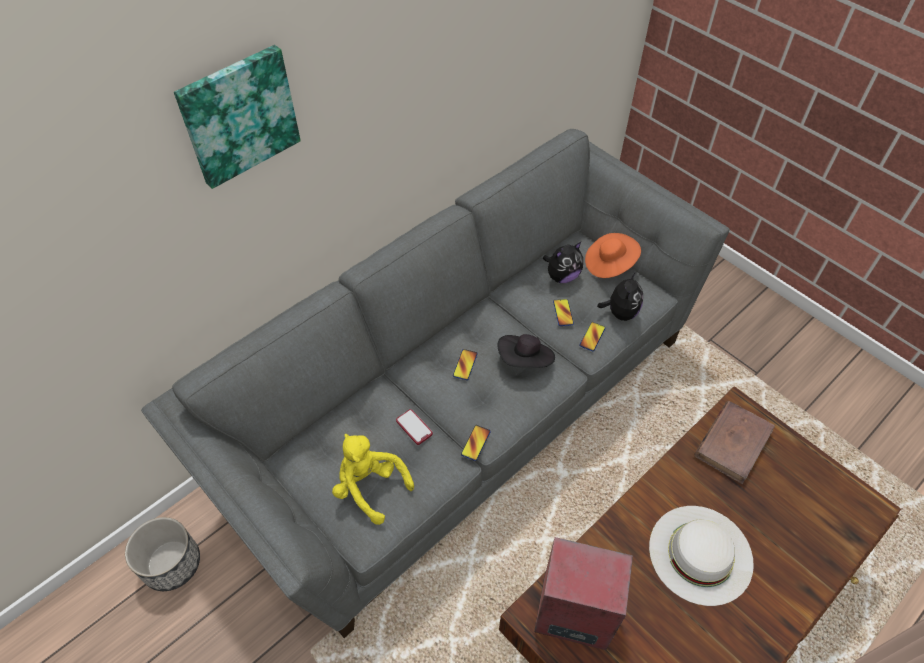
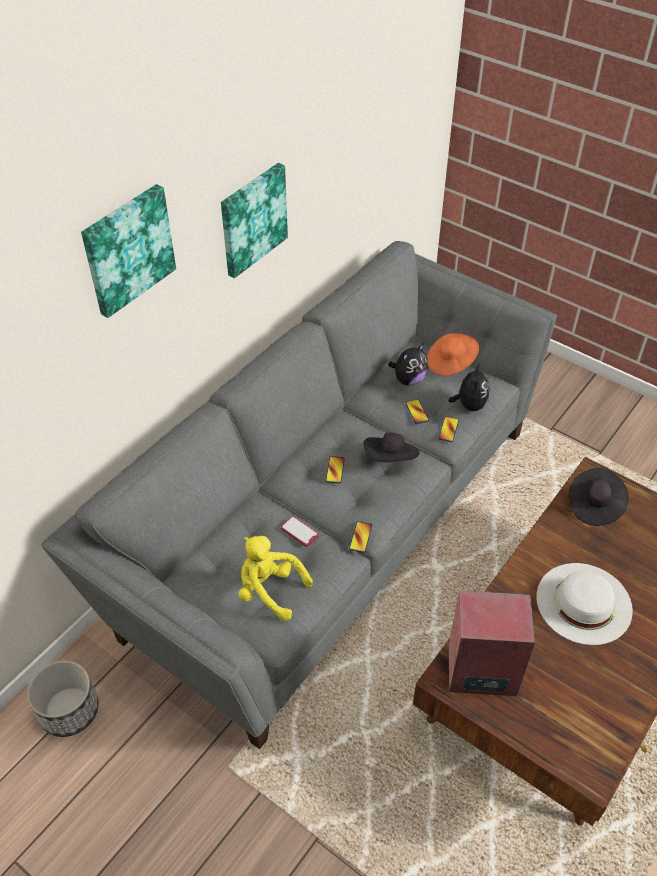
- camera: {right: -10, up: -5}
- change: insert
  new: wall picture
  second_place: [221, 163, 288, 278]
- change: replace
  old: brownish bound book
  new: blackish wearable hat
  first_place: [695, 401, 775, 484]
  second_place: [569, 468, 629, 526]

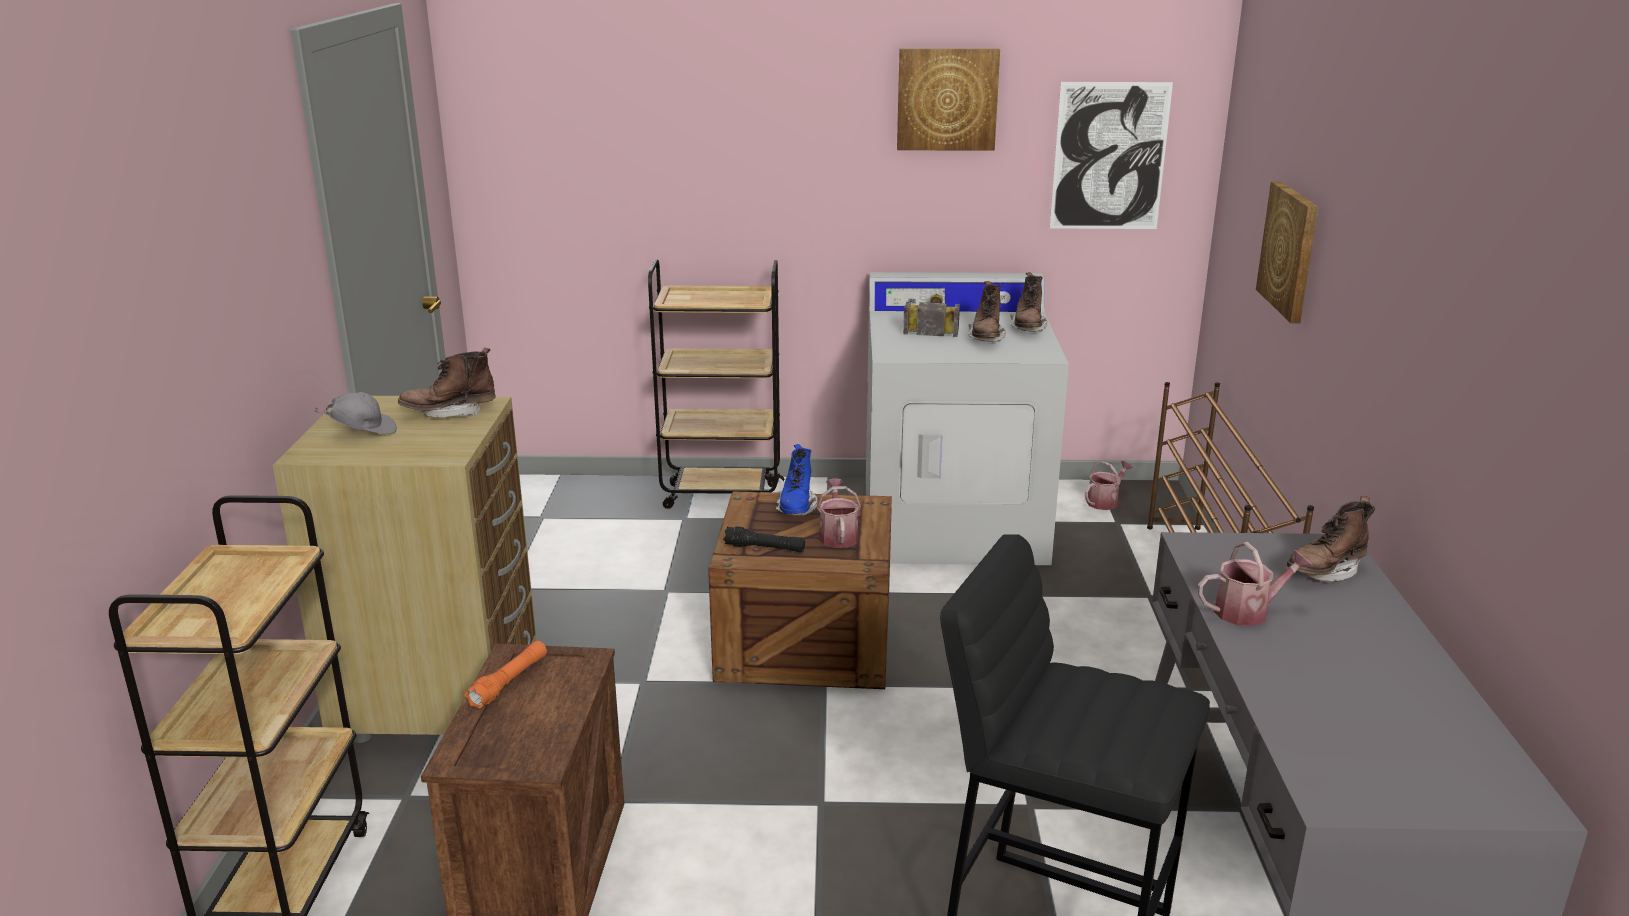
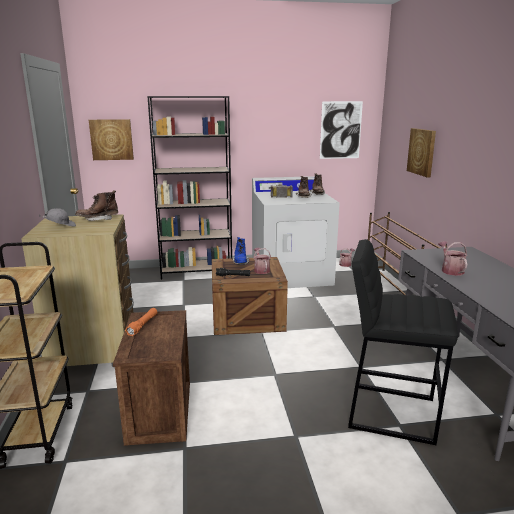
- camera: {right: -10, up: -5}
- change: delete
  old: brownish tall boot
  first_place: [1287, 496, 1375, 582]
- change: move
  old: wall picture
  first_place: [897, 49, 1000, 151]
  second_place: [89, 119, 134, 160]
- change: replace
  old: brownish wheeled cart
  new: beige-coloured bookcase
  first_place: [648, 260, 784, 509]
  second_place: [147, 96, 232, 280]
- change: rotate
  old: watering pot
  first_place: [1197, 542, 1313, 626]
  second_place: [439, 241, 467, 276]
  degrees: -75

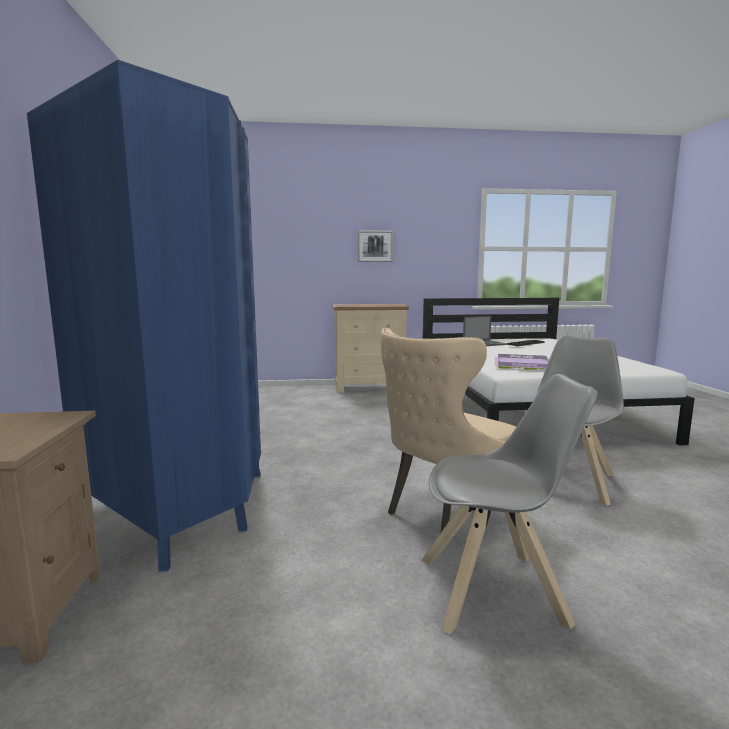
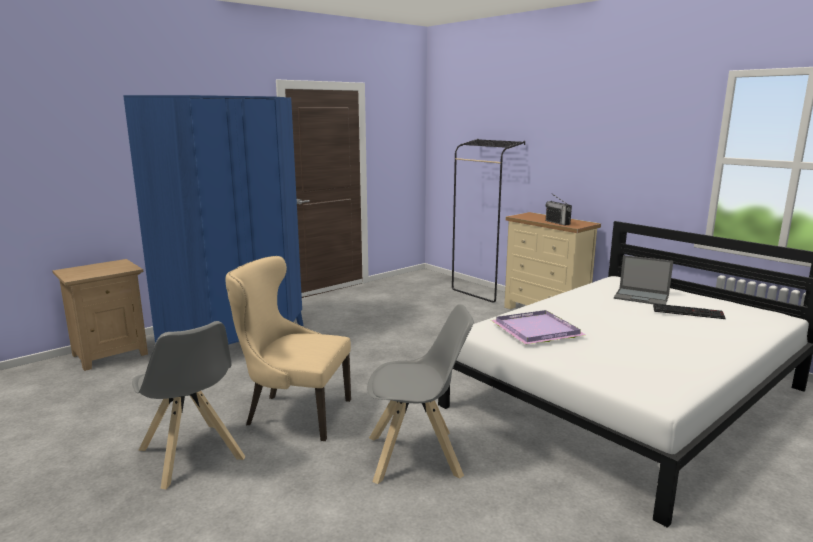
- camera: {right: 55, up: 5}
- change: delete
  old: wall picture
  first_place: [358, 230, 393, 262]
- change: insert
  new: blackish garment stand
  second_place: [452, 139, 525, 302]
- change: insert
  new: radio set
  second_place: [546, 193, 572, 226]

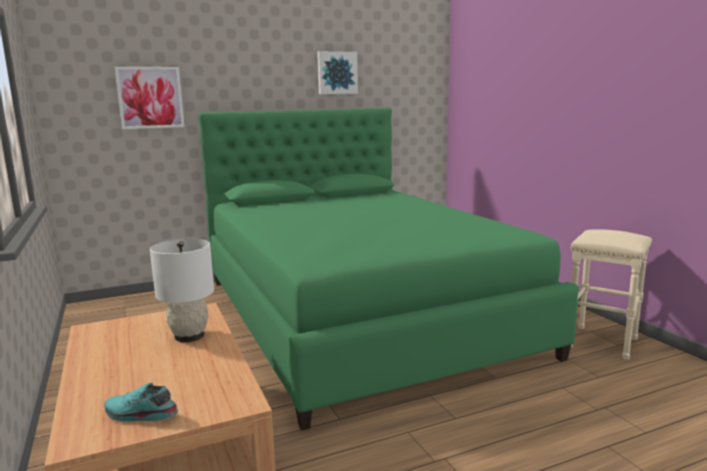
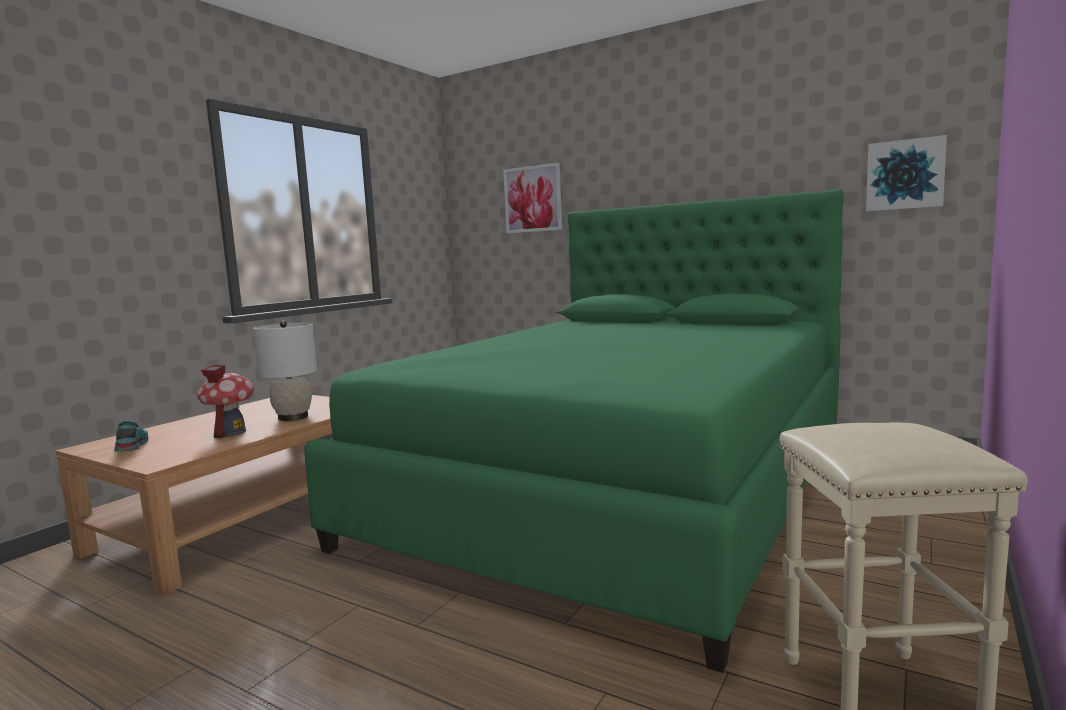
- camera: {right: 55, up: -5}
- change: insert
  new: model house
  second_place: [197, 365, 254, 438]
- change: move
  old: wall picture
  first_place: [317, 51, 358, 94]
  second_place: [866, 135, 947, 212]

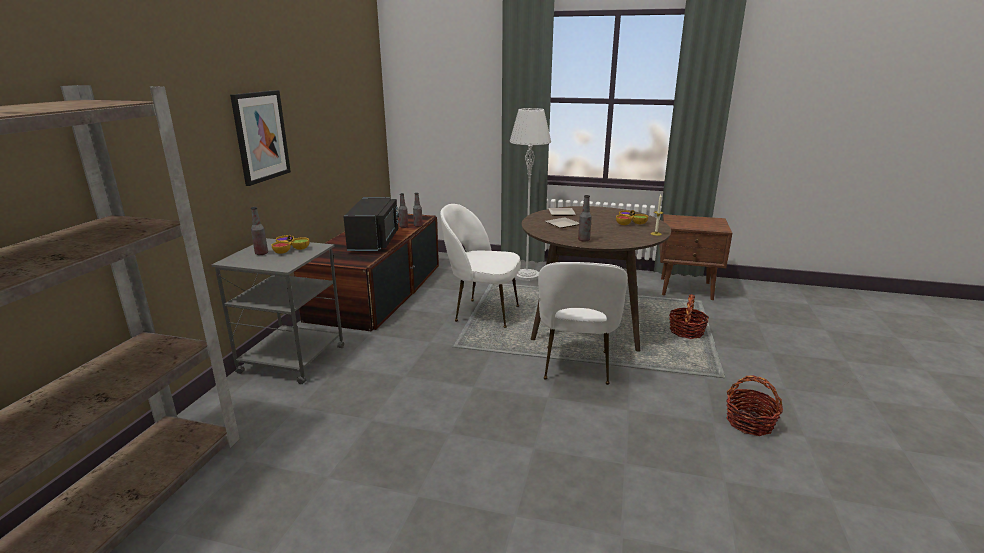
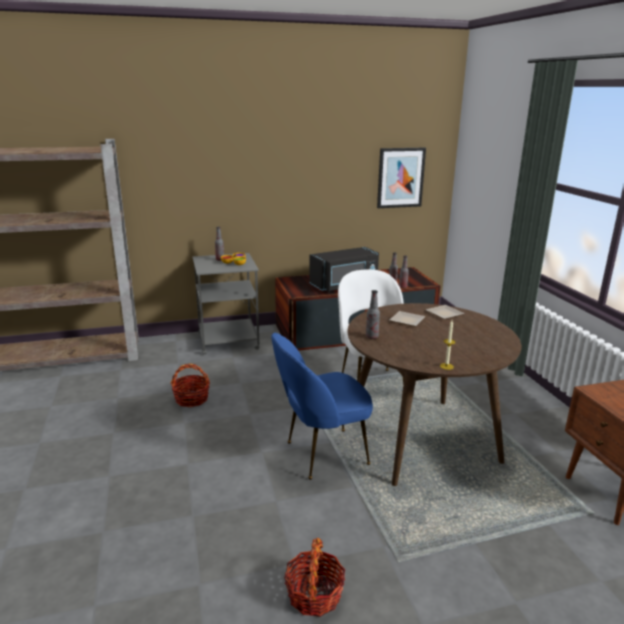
- camera: {right: 60, up: 0}
- change: delete
  old: greyish standard lamp
  first_place: [510, 108, 551, 281]
- change: delete
  old: deep dish
  first_place: [616, 210, 648, 225]
- change: move
  old: wall picture
  first_place: [230, 90, 291, 186]
  second_place: [377, 148, 426, 208]
- change: move
  old: household basket
  first_place: [669, 295, 709, 339]
  second_place: [170, 364, 210, 407]
- change: recolor
  old: white plain chair
  new: blue-coloured plain chair
  first_place: [538, 262, 628, 385]
  second_place: [271, 333, 373, 480]

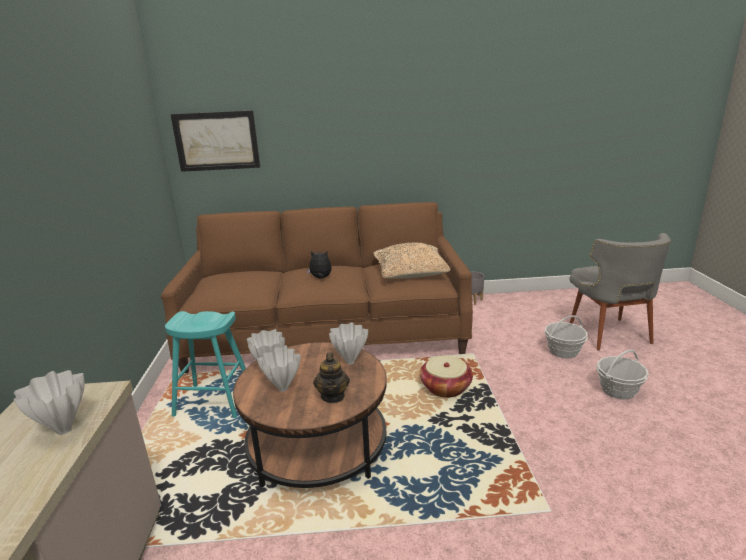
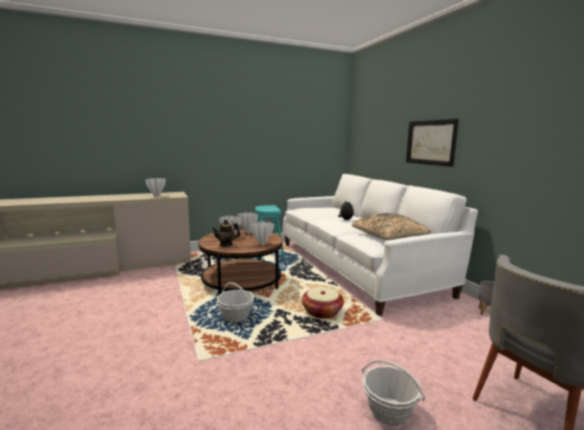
- camera: {right: 70, up: -10}
- change: move
  old: wall picture
  first_place: [170, 110, 260, 172]
  second_place: [406, 119, 459, 167]
- change: move
  old: household basket
  first_place: [545, 315, 588, 358]
  second_place: [217, 282, 254, 322]
- change: recolor
  old: brownish sofa
  new: white sofa
  first_place: [161, 202, 473, 373]
  second_place: [282, 174, 478, 316]

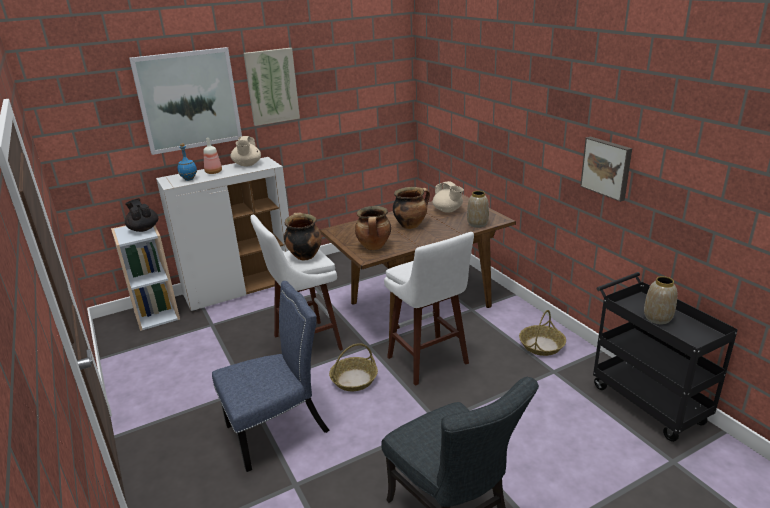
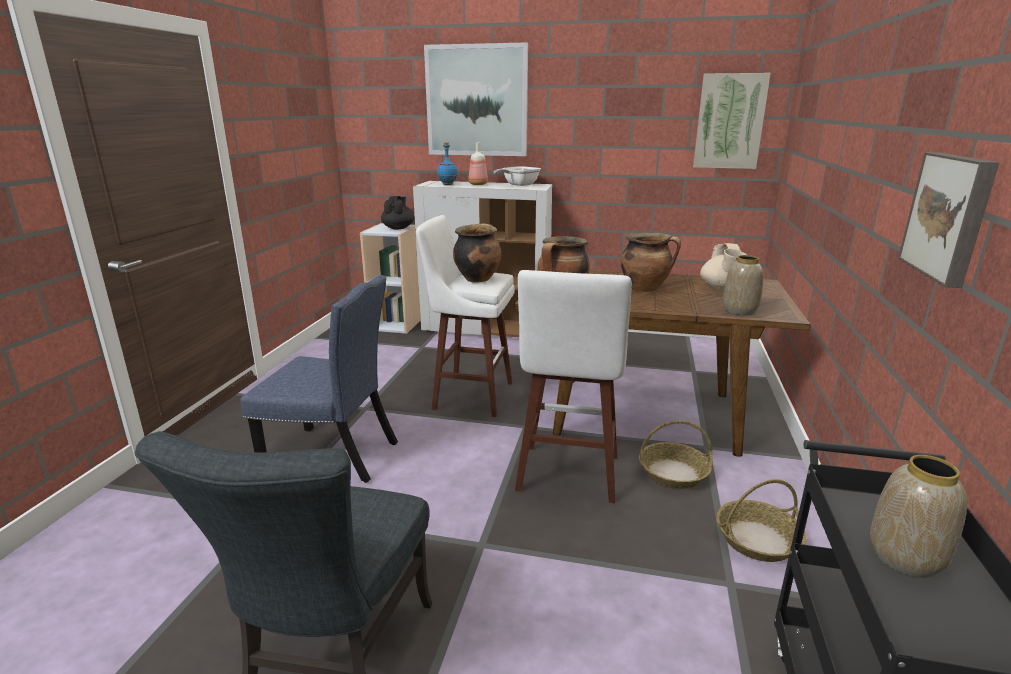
- camera: {right: 40, up: -5}
- change: move
  old: wall picture
  first_place: [243, 48, 300, 126]
  second_place: [693, 73, 771, 169]
- change: move
  old: household basket
  first_place: [329, 343, 378, 391]
  second_place: [639, 420, 713, 489]
- change: replace
  old: beige-coloured tea pot
  new: pan
  first_place: [231, 136, 261, 167]
  second_place: [493, 166, 541, 186]

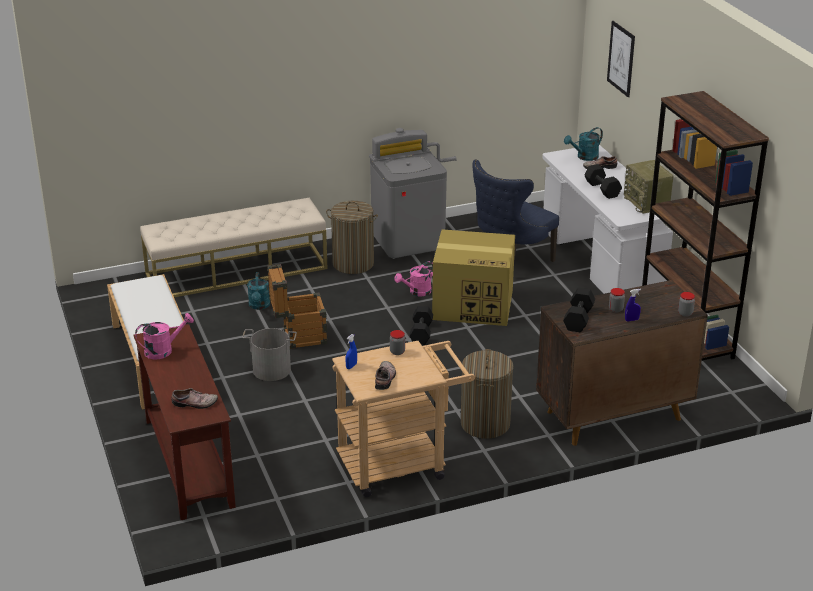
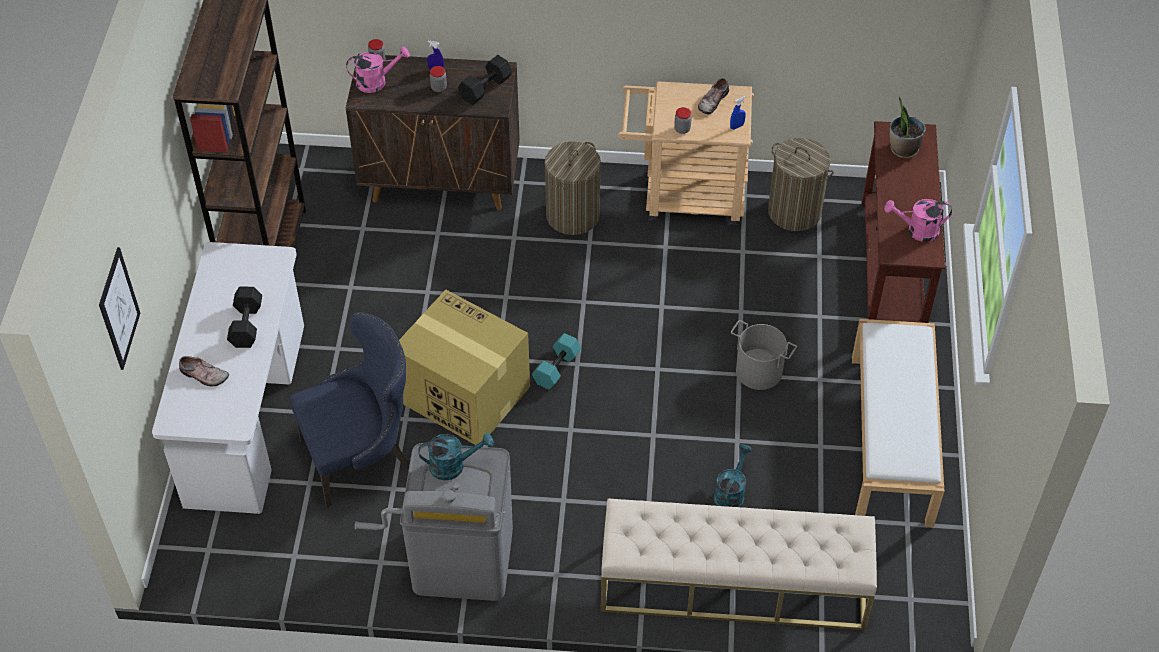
- camera: {right: -155, up: 20}
- change: delete
  old: packing crate
  first_place: [267, 264, 328, 349]
- change: delete
  old: radio set
  first_place: [624, 160, 674, 214]
- change: move
  old: laundry basket
  first_place: [326, 201, 378, 274]
  second_place: [768, 138, 834, 231]
- change: move
  old: pinkish watering pot
  first_place: [394, 261, 433, 296]
  second_place: [346, 46, 410, 93]
- change: move
  old: turquoise-coloured watering pot
  first_place: [564, 127, 603, 161]
  second_place: [418, 433, 494, 480]
- change: replace
  old: low shoe
  new: potted plant
  first_place: [171, 388, 218, 409]
  second_place: [890, 97, 926, 158]
- change: recolor
  old: blackish hand weight
  new: turquoise-coloured hand weight
  first_place: [409, 306, 433, 345]
  second_place: [532, 333, 581, 390]

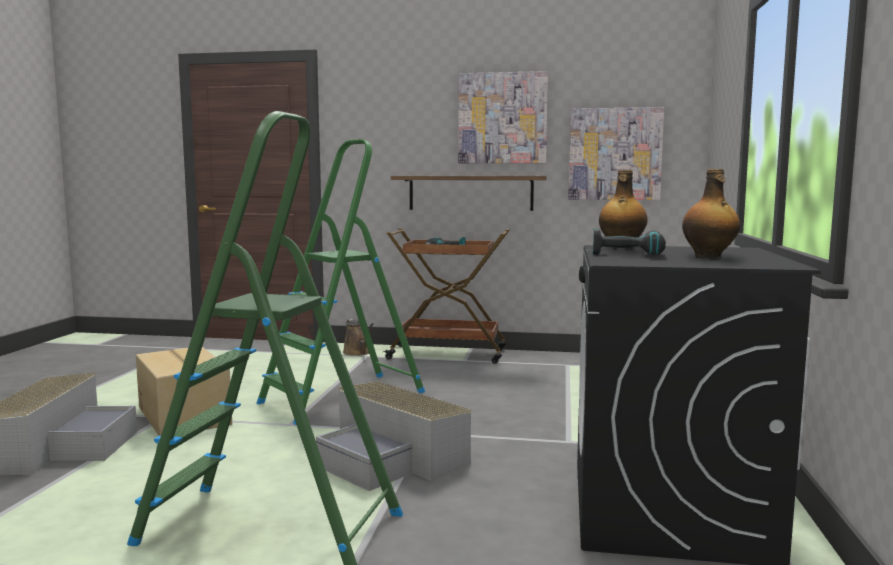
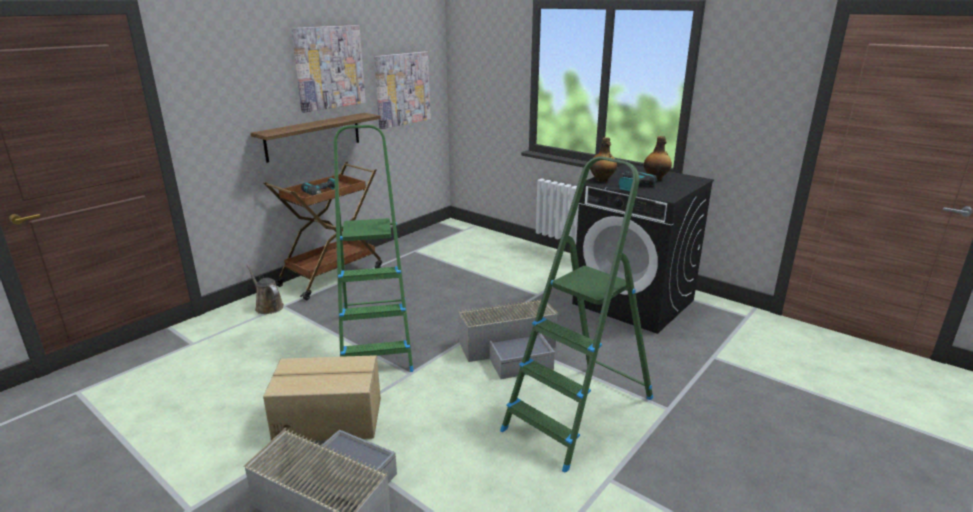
- camera: {right: -60, up: 15}
- change: rotate
  old: brownish watering pot
  first_place: [343, 319, 374, 356]
  second_place: [247, 264, 284, 314]
  degrees: -135

